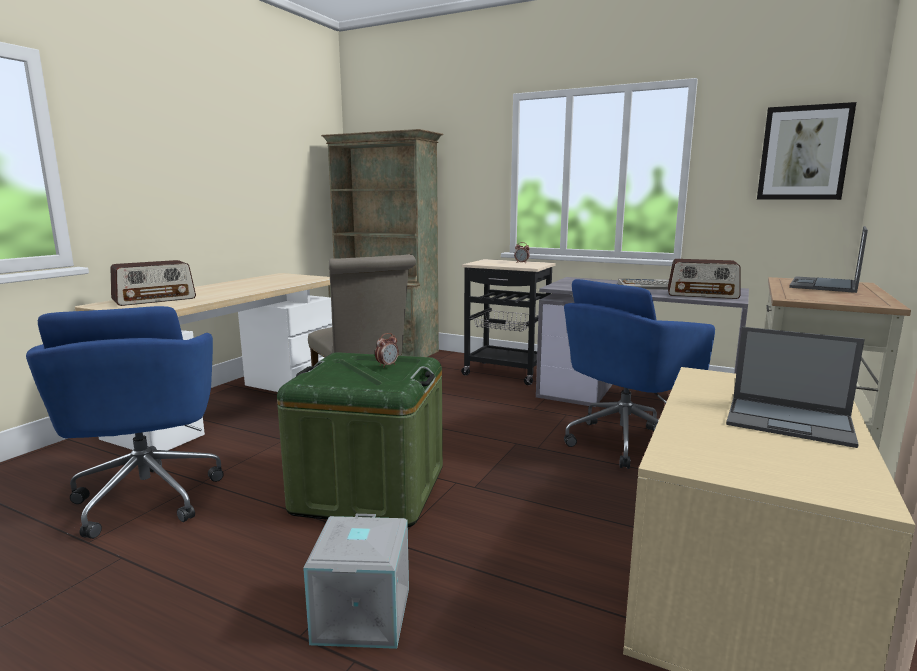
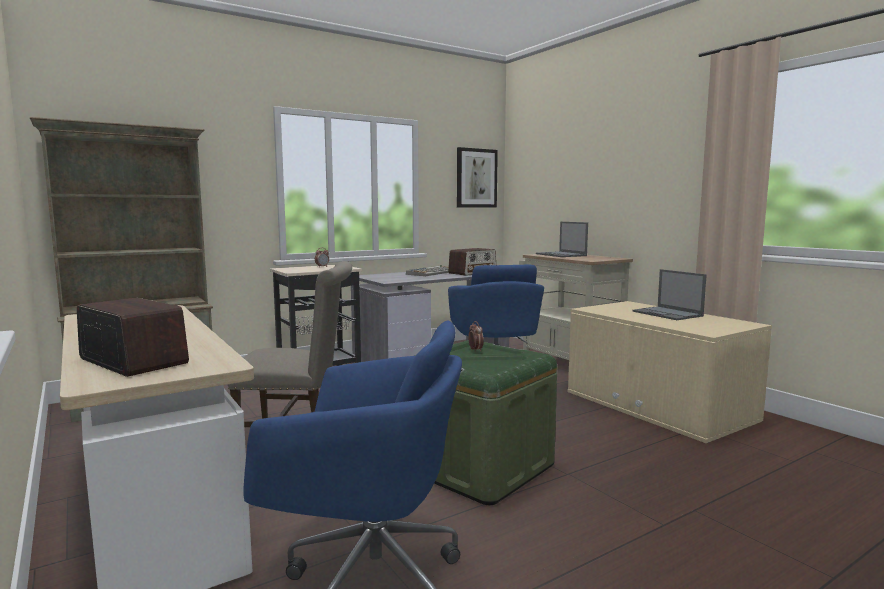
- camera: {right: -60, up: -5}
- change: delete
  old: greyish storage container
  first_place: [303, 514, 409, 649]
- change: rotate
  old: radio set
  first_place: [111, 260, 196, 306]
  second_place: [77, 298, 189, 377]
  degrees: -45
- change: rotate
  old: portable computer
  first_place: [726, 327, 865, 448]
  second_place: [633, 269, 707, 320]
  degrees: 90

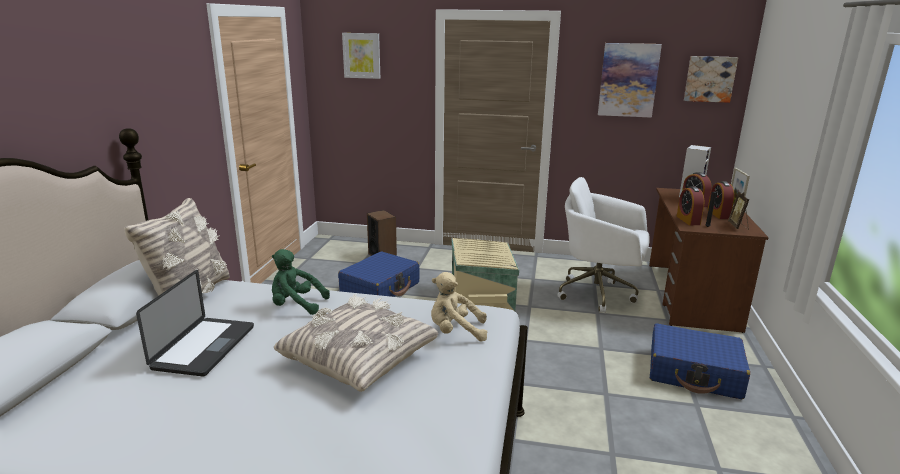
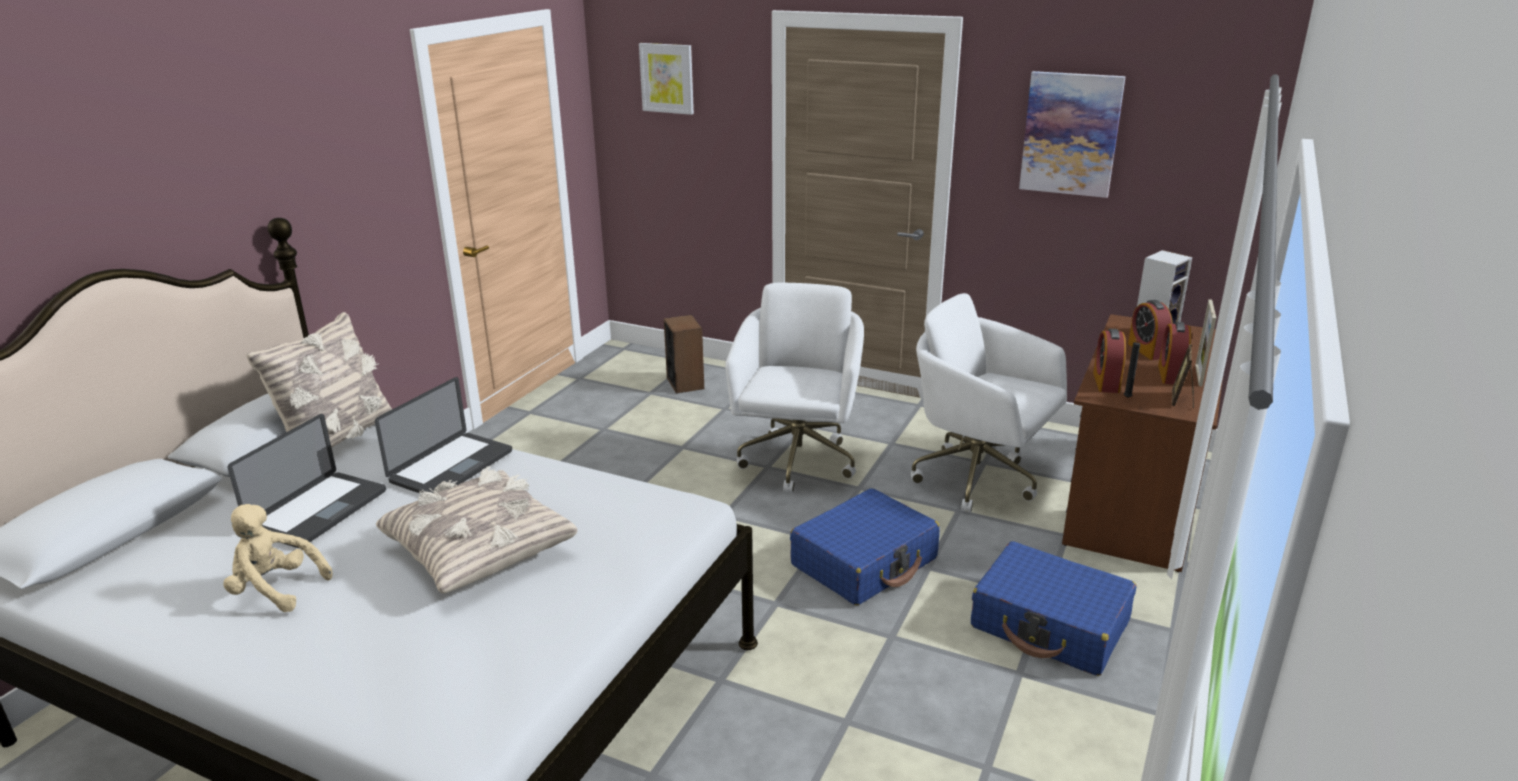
- camera: {right: 15, up: 5}
- change: delete
  old: wall picture
  first_place: [684, 56, 738, 103]
- change: move
  old: blue-coloured piece of luggage
  first_place: [338, 251, 419, 297]
  second_place: [790, 488, 940, 605]
- change: move
  old: beige-coloured cuddly toy
  first_place: [431, 272, 487, 342]
  second_place: [223, 504, 333, 612]
- change: replace
  old: greenish cuddly toy
  new: portable computer
  first_place: [272, 249, 330, 315]
  second_place: [375, 377, 512, 495]
- change: replace
  old: beige-coloured storage container
  new: white computer chair
  first_place: [451, 238, 519, 312]
  second_place: [725, 283, 864, 493]

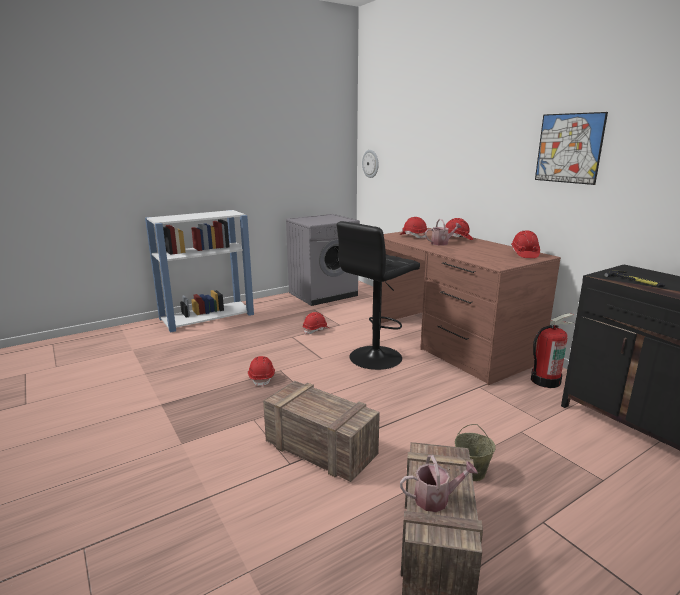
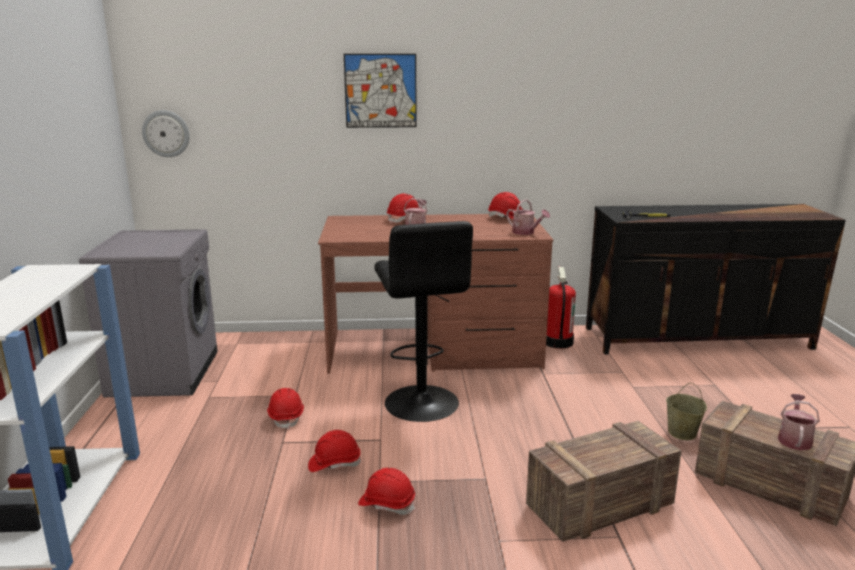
- camera: {right: -60, up: 0}
- change: insert
  new: watering pot
  second_place: [506, 199, 550, 235]
- change: move
  old: reddish safety helmet
  first_place: [399, 217, 428, 239]
  second_place: [308, 430, 361, 472]
- change: move
  old: wall picture
  first_place: [535, 112, 608, 185]
  second_place: [344, 54, 417, 128]

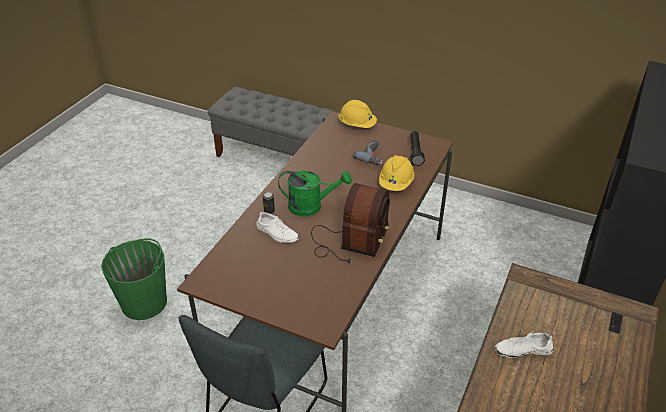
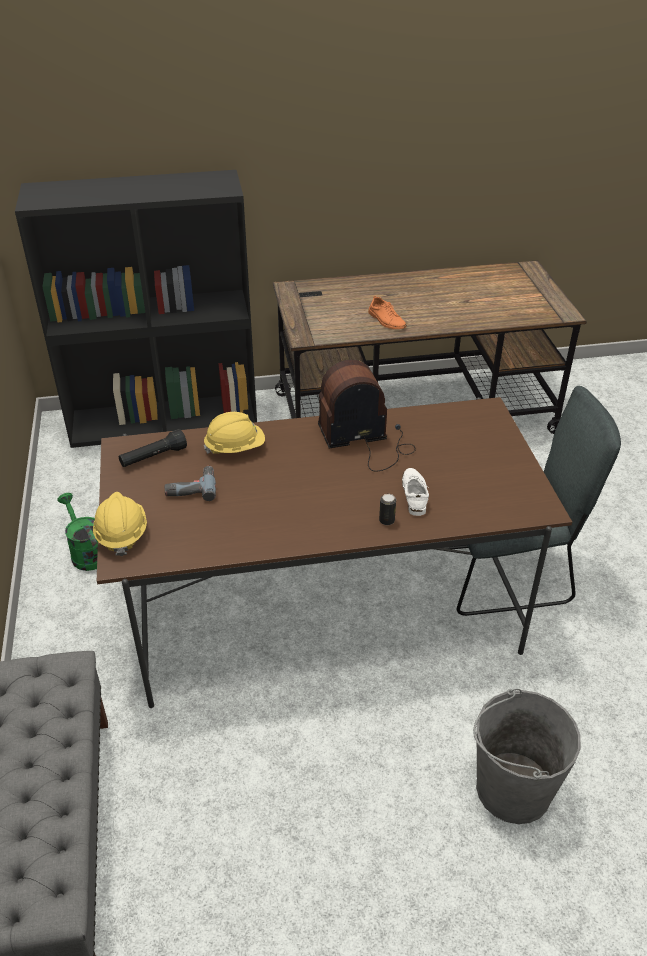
- camera: {right: -125, up: 0}
- change: move
  old: greenish watering pot
  first_place: [278, 171, 352, 216]
  second_place: [57, 493, 98, 571]
- change: recolor
  old: greenish water bucket
  new: greyish water bucket
  first_place: [101, 238, 167, 320]
  second_place: [473, 689, 581, 824]
- change: recolor
  old: white low shoe
  new: orangey low shoe
  first_place: [495, 331, 554, 358]
  second_place: [368, 296, 406, 329]

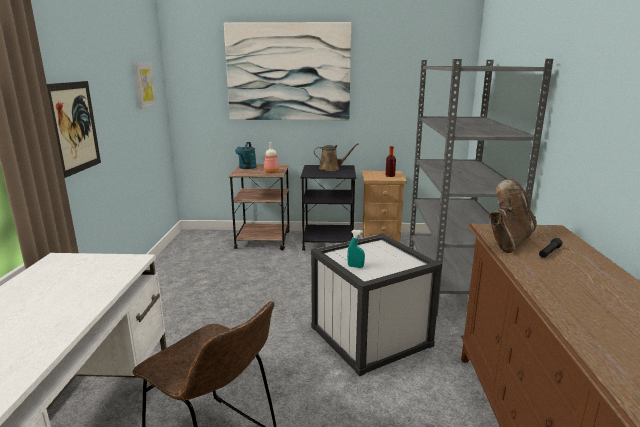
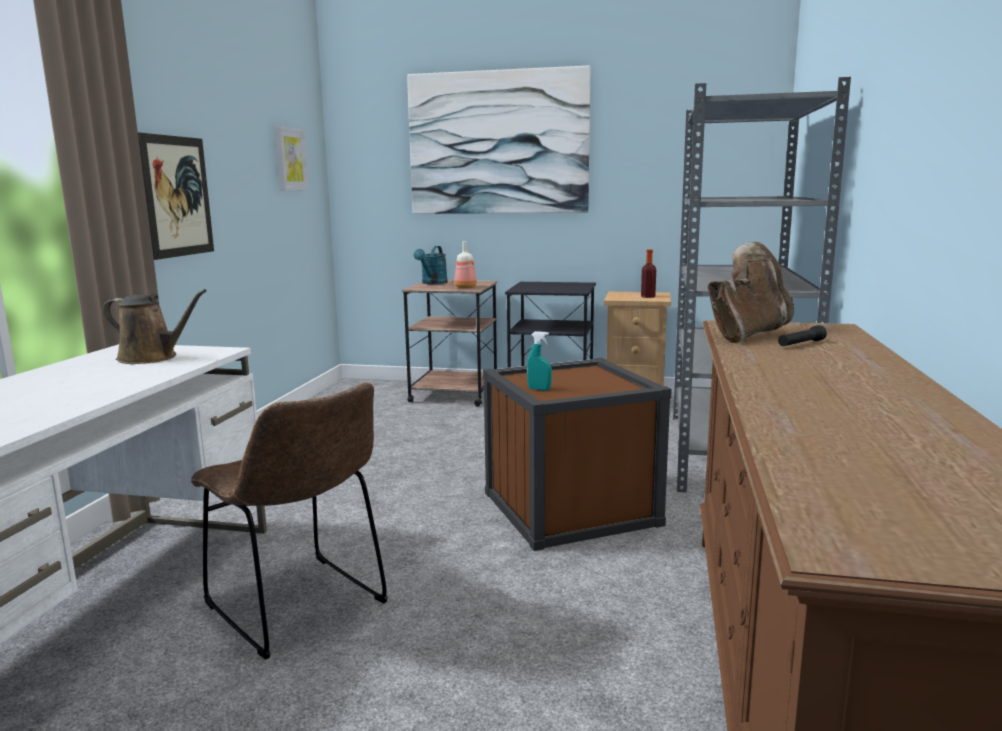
- camera: {right: 10, up: -5}
- change: move
  old: brownish watering pot
  first_place: [314, 143, 359, 171]
  second_place: [103, 289, 207, 364]
- change: recolor
  old: white storage container
  new: brownish storage container
  first_place: [311, 233, 442, 376]
  second_place: [483, 358, 672, 551]

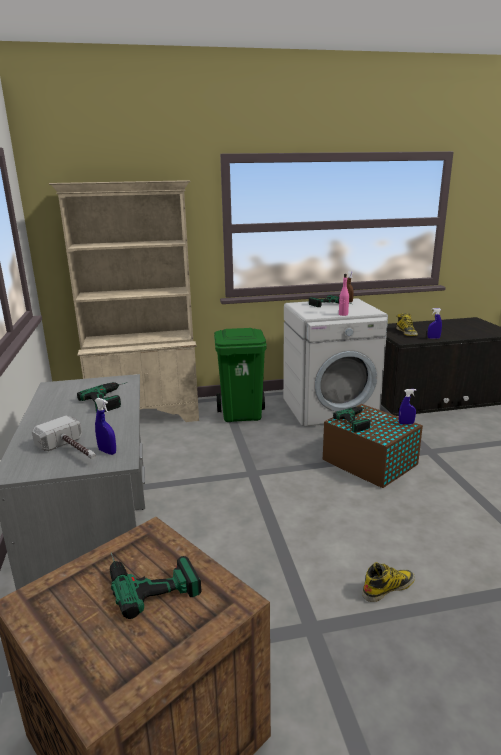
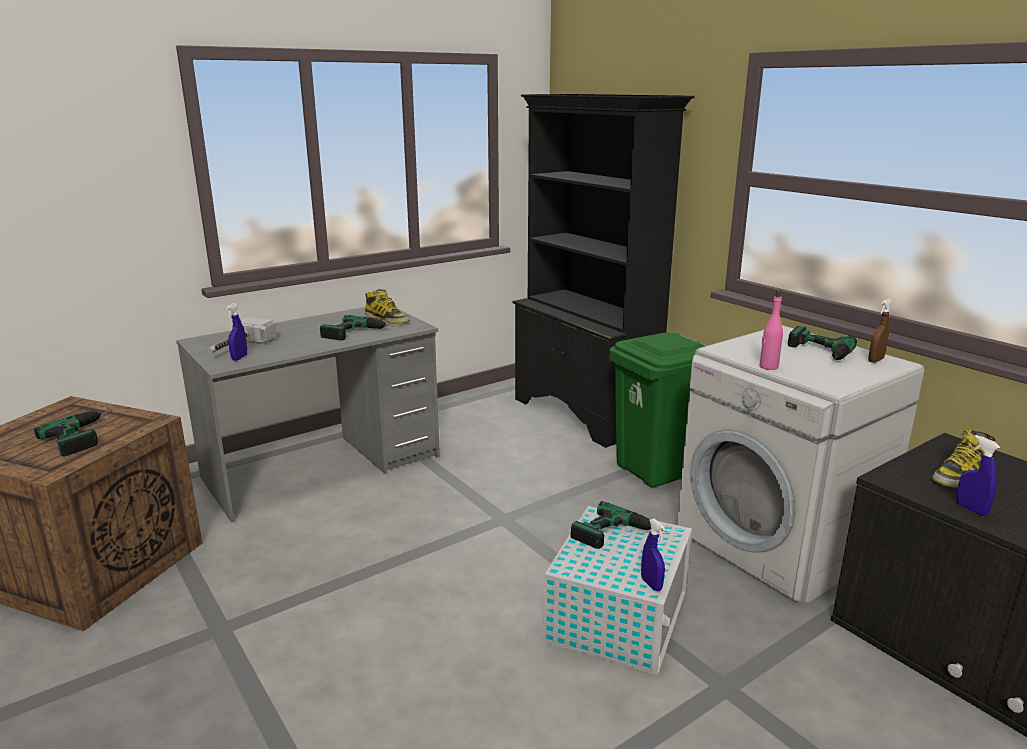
- camera: {right: 65, up: 0}
- change: move
  old: tall boot
  first_place: [362, 562, 415, 602]
  second_place: [365, 289, 410, 324]
- change: recolor
  old: beige-coloured bookcase
  new: blackish bookcase
  first_place: [49, 180, 199, 422]
  second_place: [512, 94, 695, 448]
- change: recolor
  old: brownish storage container
  new: white storage container
  first_place: [323, 404, 423, 488]
  second_place: [543, 506, 692, 675]

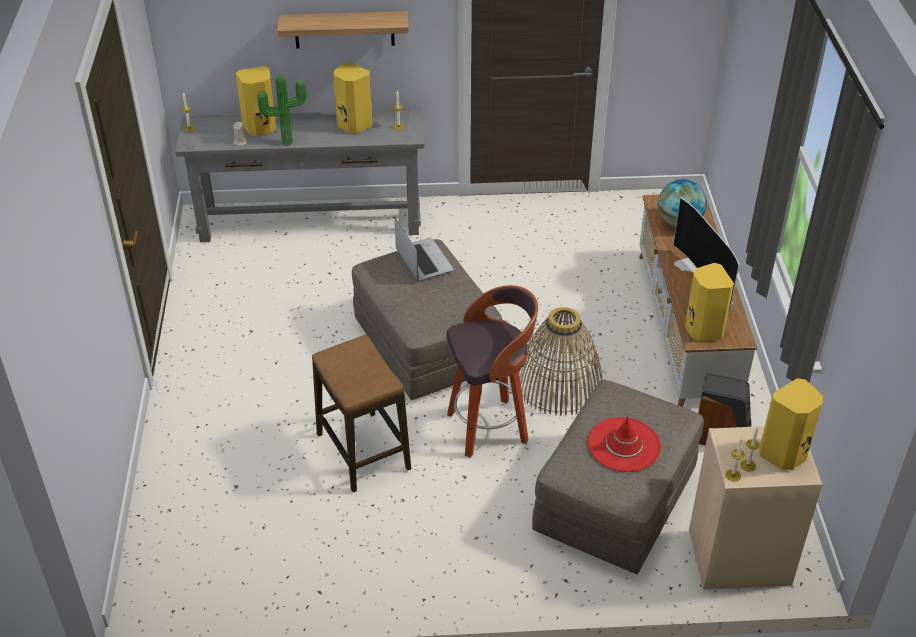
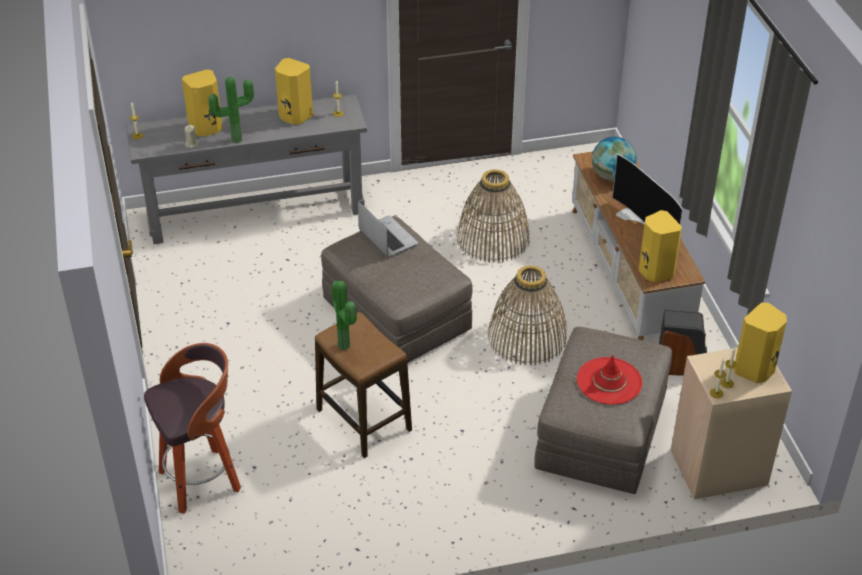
- camera: {right: -10, up: 0}
- change: delete
  old: shelf
  first_place: [277, 11, 409, 48]
- change: insert
  new: potted plant
  second_place: [332, 281, 357, 350]
- change: insert
  new: household basket
  second_place: [456, 169, 530, 263]
- change: move
  old: sitting stool
  first_place: [446, 285, 538, 458]
  second_place: [144, 343, 241, 514]

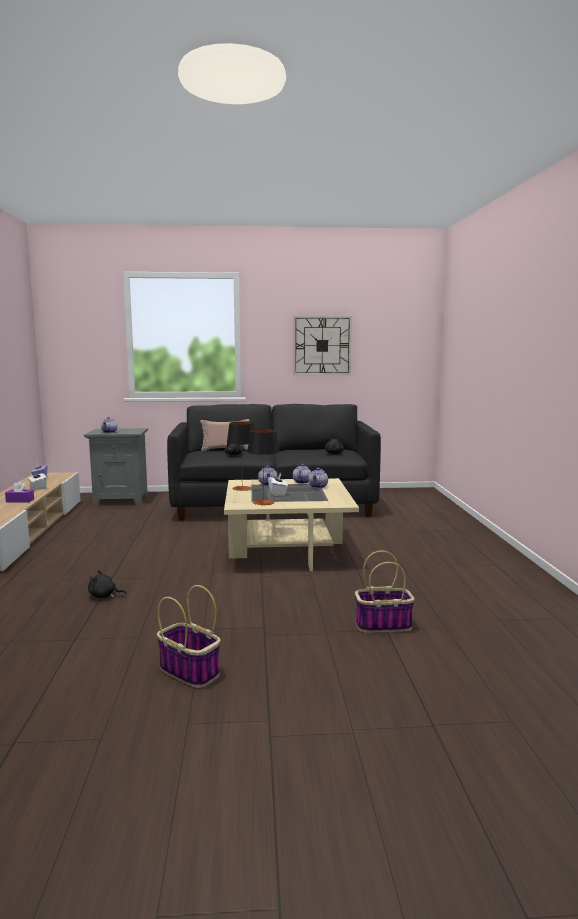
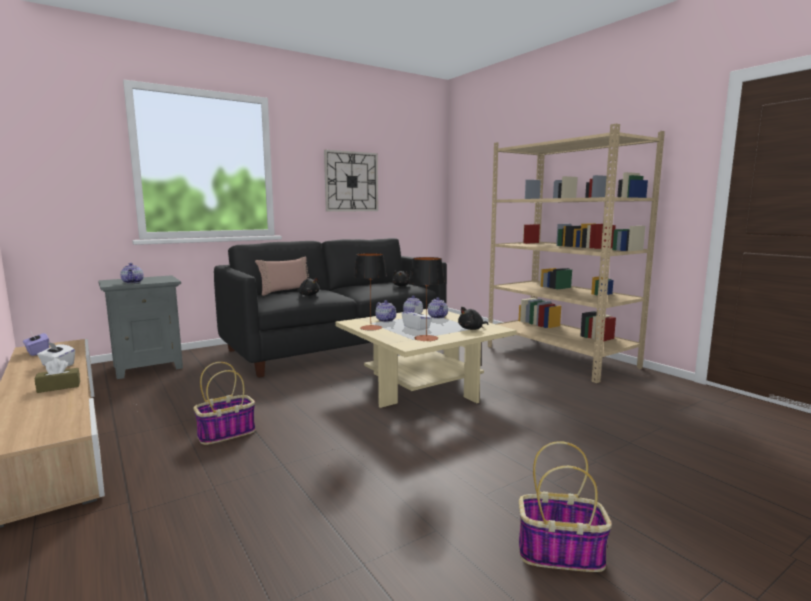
- camera: {right: -30, up: 0}
- change: insert
  new: beige-coloured bookcase
  second_place: [488, 124, 665, 383]
- change: move
  old: blackish cuddly toy
  first_place: [88, 570, 127, 598]
  second_place: [458, 307, 488, 330]
- change: move
  old: household basket
  first_place: [355, 551, 415, 633]
  second_place: [194, 362, 256, 445]
- change: recolor
  old: purple tissue holder
  new: brownish tissue holder
  first_place: [5, 481, 34, 502]
  second_place: [35, 358, 80, 393]

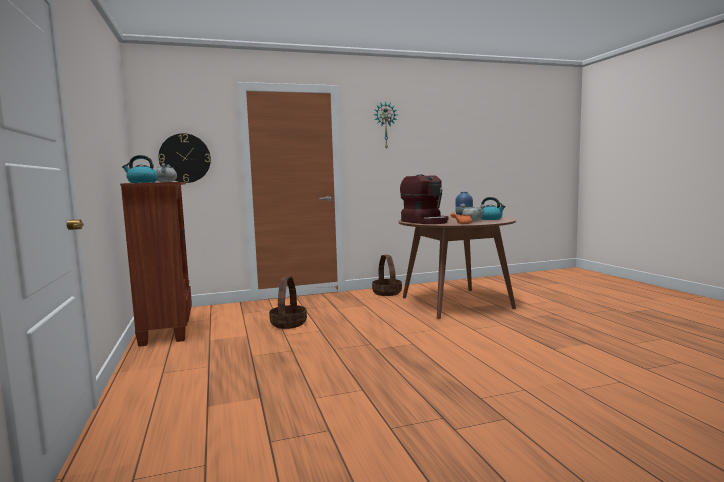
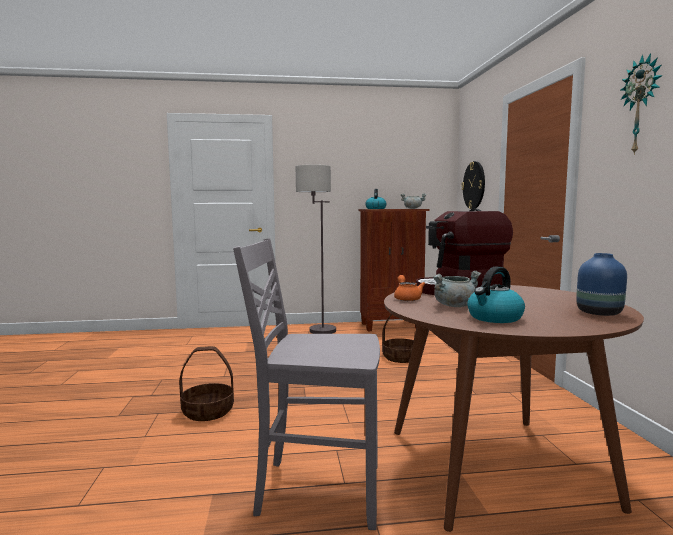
- camera: {right: 100, up: 0}
- change: insert
  new: greyish plain chair
  second_place: [233, 238, 380, 530]
- change: insert
  new: greyish standard lamp
  second_place: [296, 164, 336, 334]
- change: move
  old: household basket
  first_place: [372, 255, 402, 296]
  second_place: [179, 346, 234, 421]

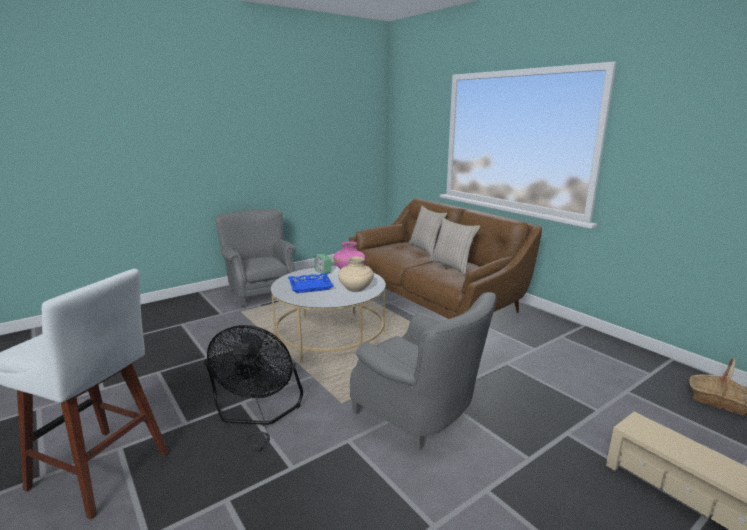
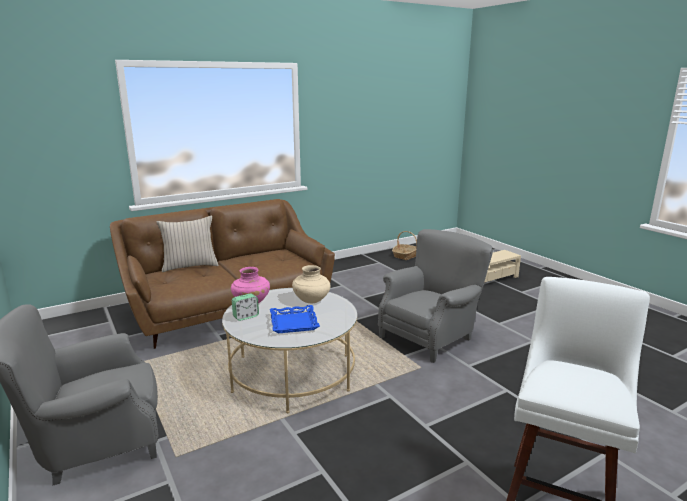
- camera: {right: -85, up: 0}
- change: delete
  old: blackish fan
  first_place: [203, 325, 303, 452]
- change: delete
  old: beige-coloured cushion
  first_place: [428, 217, 480, 275]

